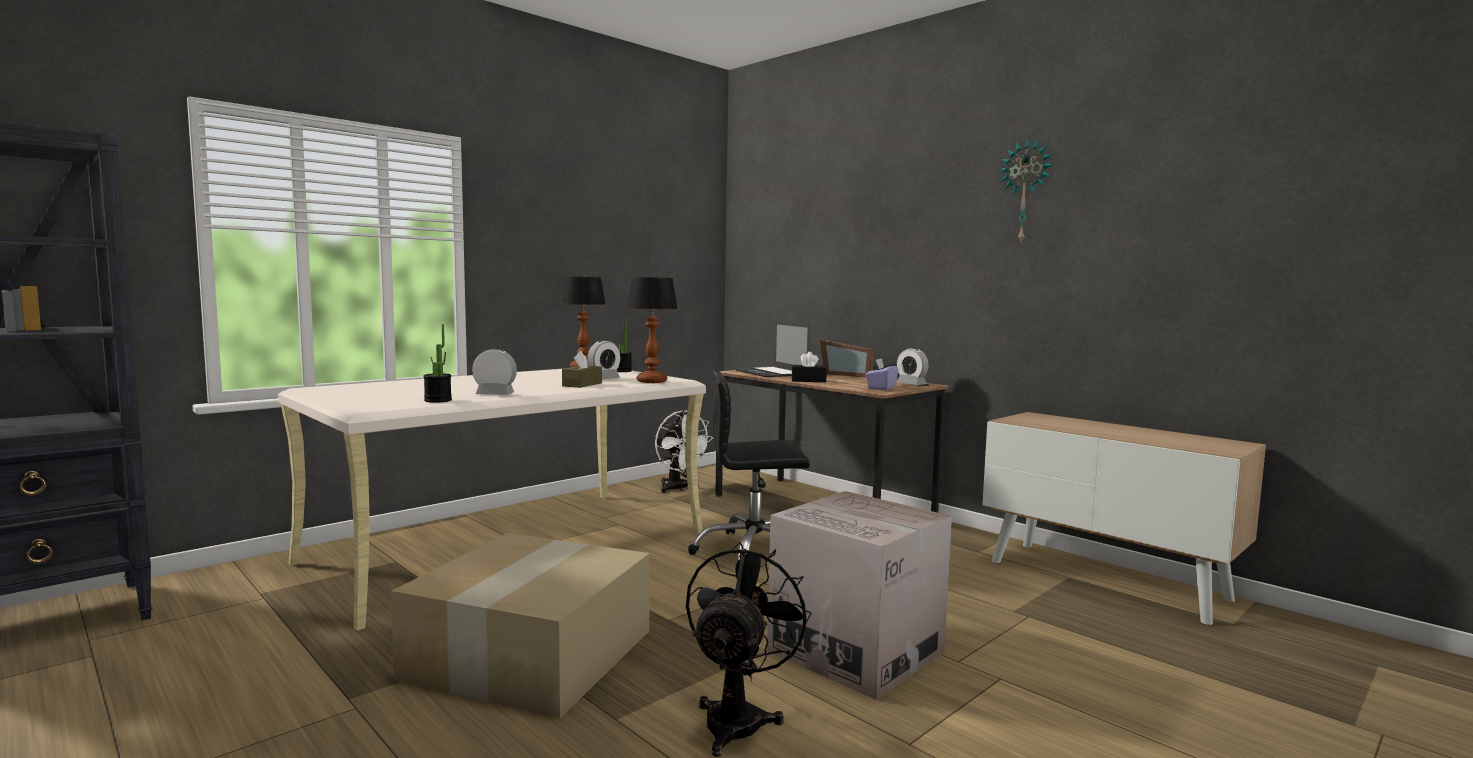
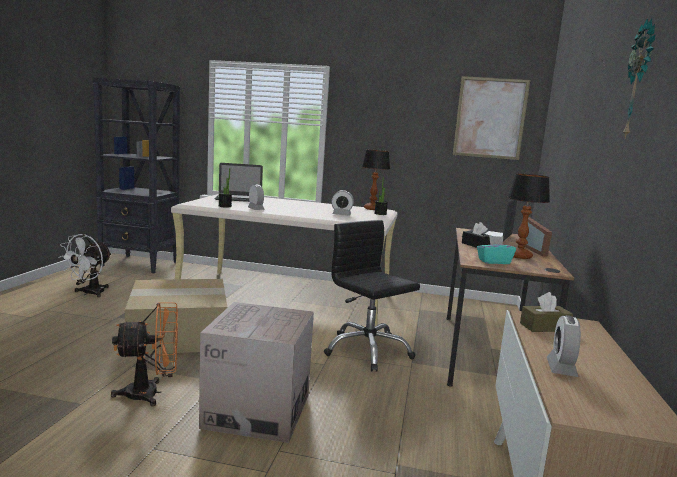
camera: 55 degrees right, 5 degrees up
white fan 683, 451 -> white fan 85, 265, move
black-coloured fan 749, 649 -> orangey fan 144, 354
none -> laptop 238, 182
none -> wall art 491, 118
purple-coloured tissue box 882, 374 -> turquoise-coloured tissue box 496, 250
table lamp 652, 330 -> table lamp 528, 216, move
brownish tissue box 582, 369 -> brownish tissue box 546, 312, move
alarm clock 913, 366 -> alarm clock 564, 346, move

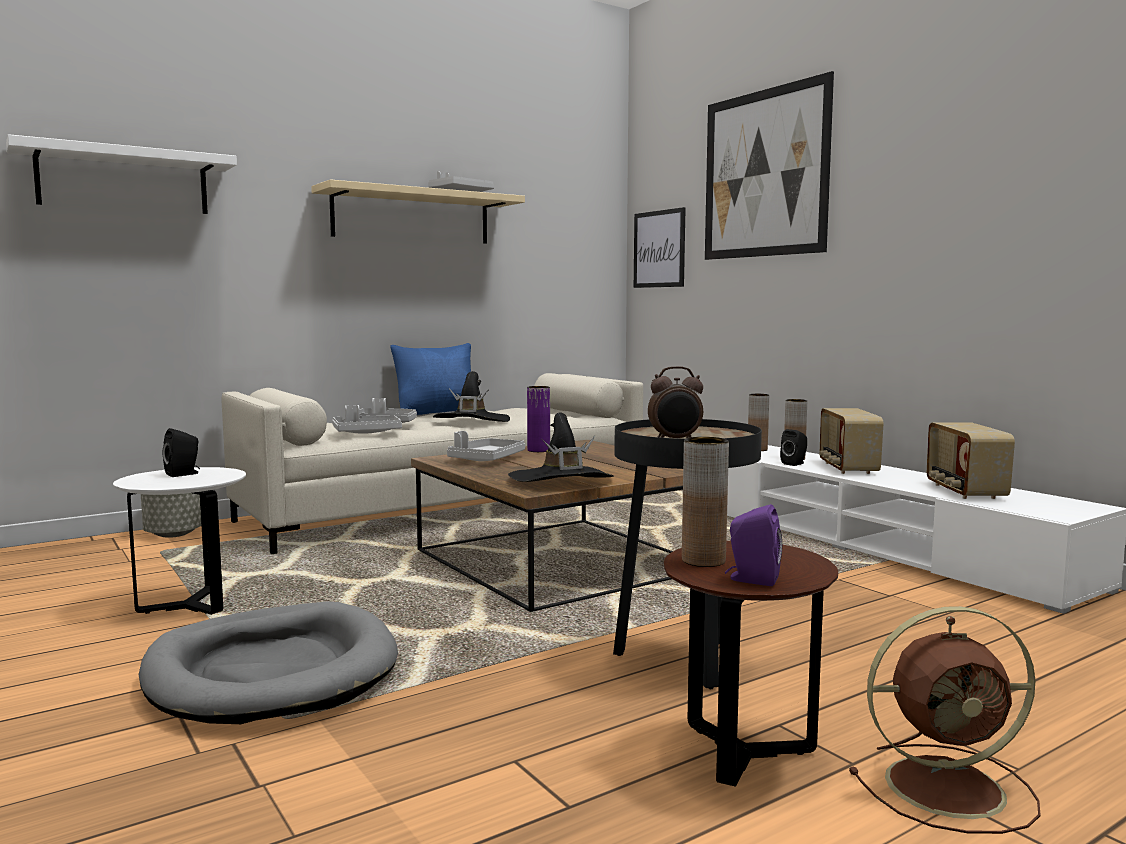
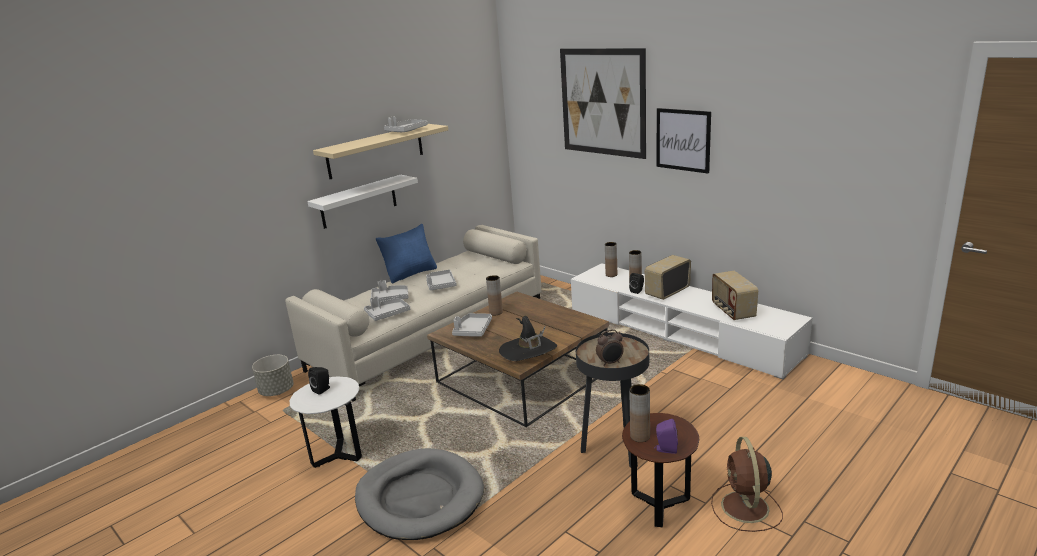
camera: 10 degrees left, 15 degrees up
white shelf 121, 174 -> white shelf 362, 202, move
black-coloured hat 471, 396 -> grey serving tray 441, 279
purple-coloured decorative vase 538, 419 -> brownish decorative vase 494, 295
radio receiver 851, 441 -> radio receiver 668, 277, 60 degrees clockwise
wall art 660, 247 -> wall art 684, 141, move
brownish fan 945, 720 -> brownish fan 747, 484, 105 degrees clockwise

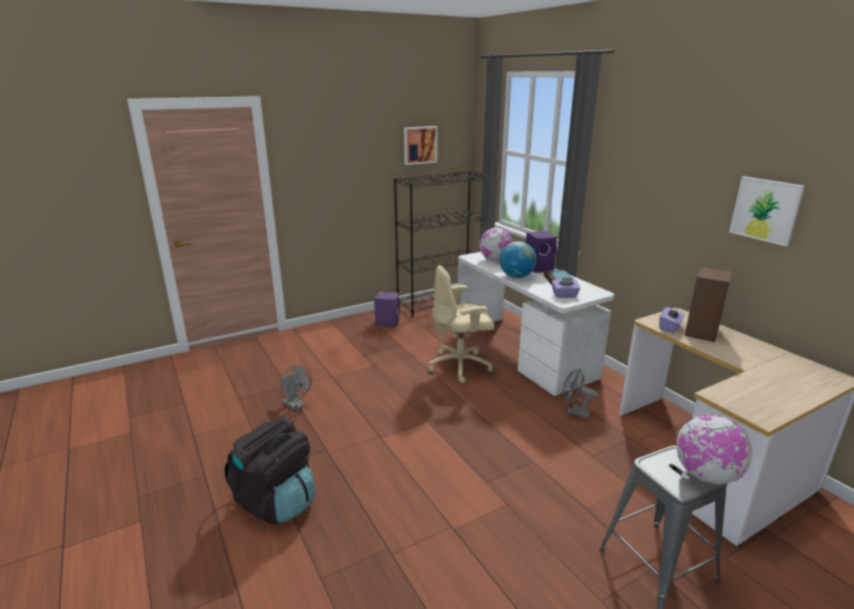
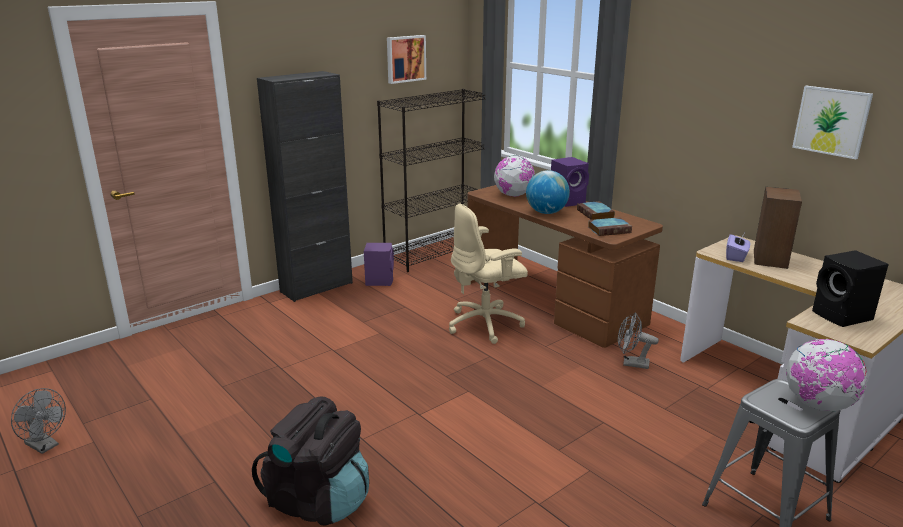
camera: 10 degrees left, 0 degrees up
grey fan 296, 388 -> grey fan 38, 421, move
none -> black-coloured cabinet 305, 186
white desk unit 536, 324 -> brownish desk unit 565, 266
purple-coloured tissue box 566, 287 -> volume 610, 226
none -> black-coloured audio speaker 850, 288

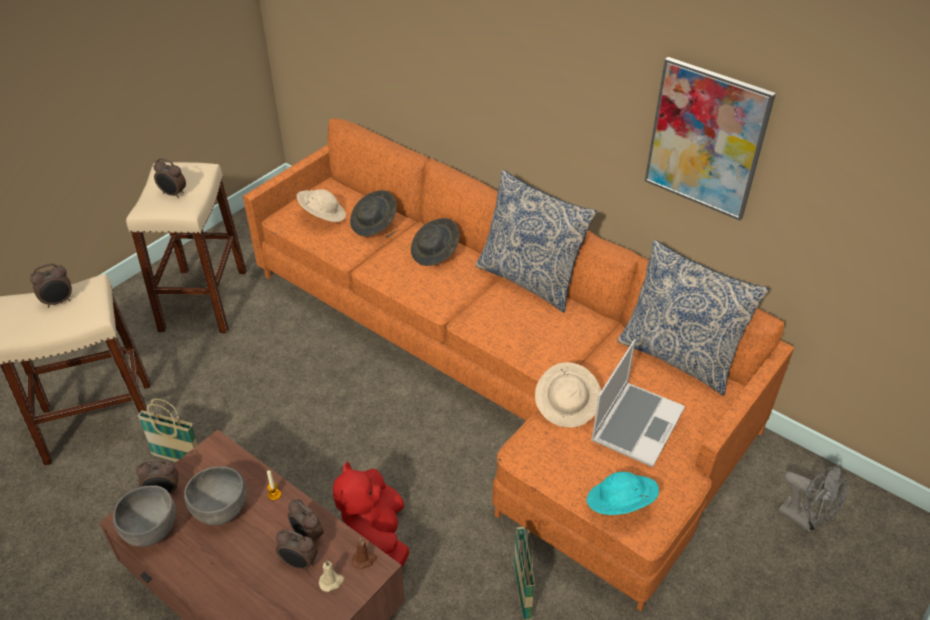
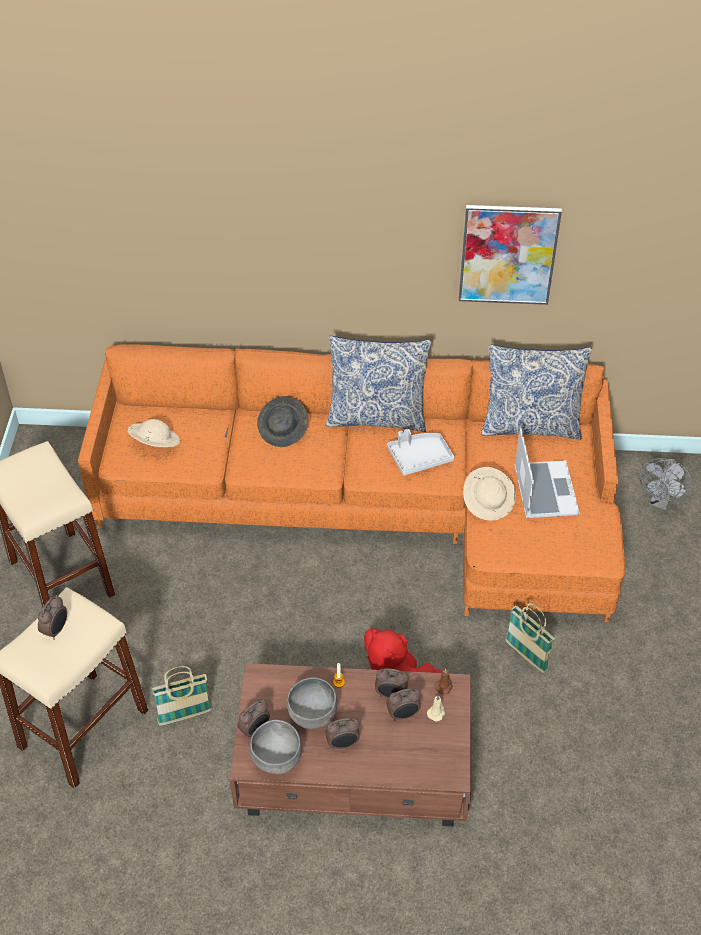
camera: 35 degrees left, 5 degrees up
alarm clock 169, 178 -> alarm clock 342, 734, move
none -> grey serving tray 420, 452
grey fan 813, 499 -> grey fan 666, 484, 105 degrees clockwise
grey hat 373, 213 -> none
turquoise-coloured hat 623, 493 -> none

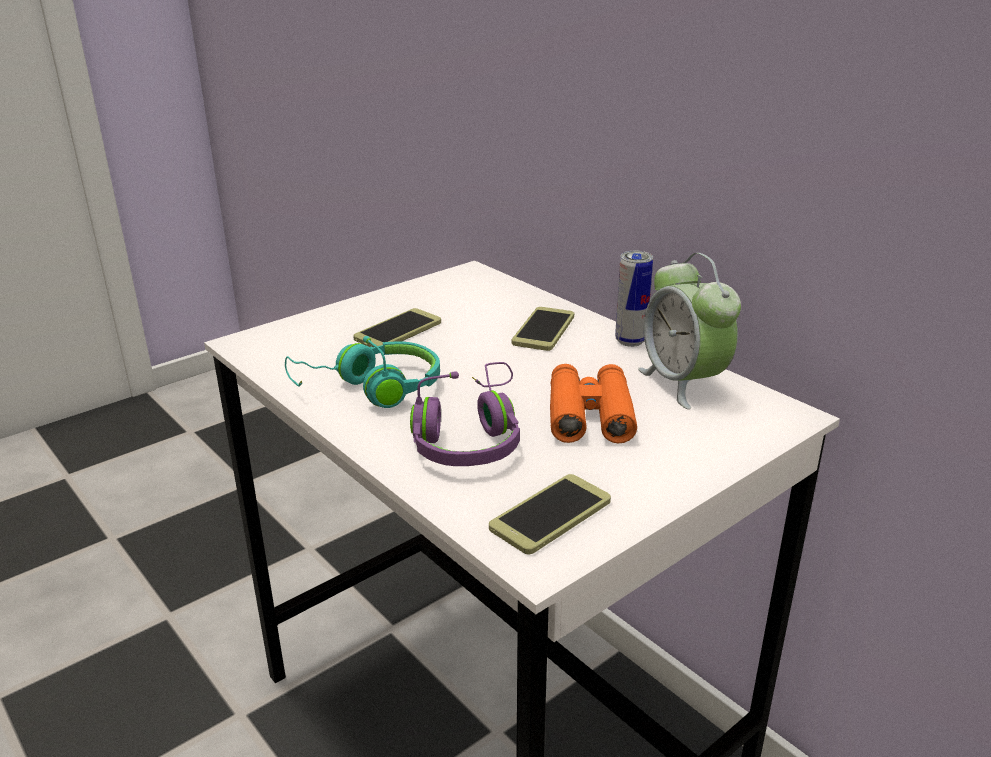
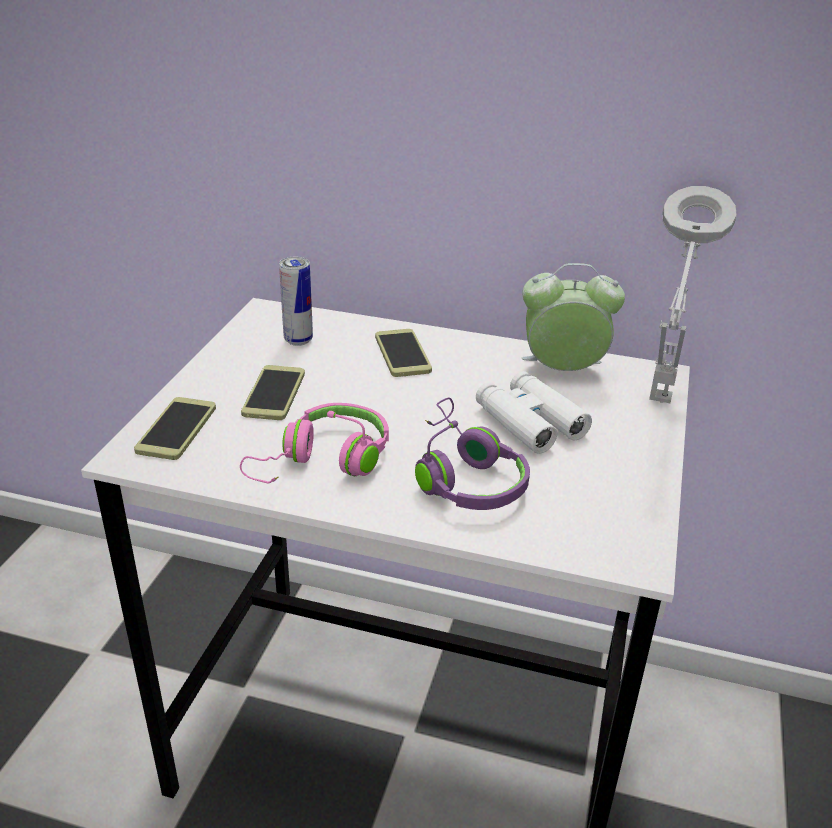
camera: 35 degrees left, 5 degrees up
handset 550, 514 -> handset 175, 428, move
turquoise-coloured headset 362, 372 -> pink-coloured headset 314, 443
sealed can 634, 299 -> sealed can 296, 301, move
orangey pair of binoculars 593, 404 -> white pair of binoculars 534, 412
alarm clock 689, 331 -> alarm clock 573, 317, 150 degrees clockwise
none -> grey table lamp 693, 294

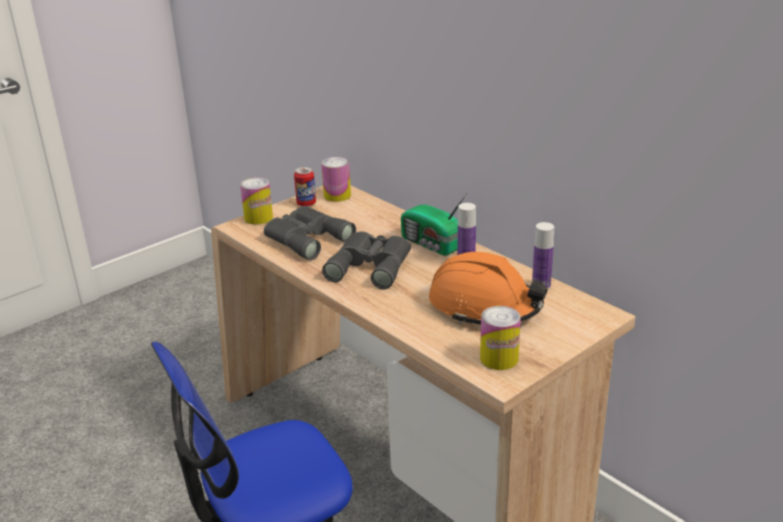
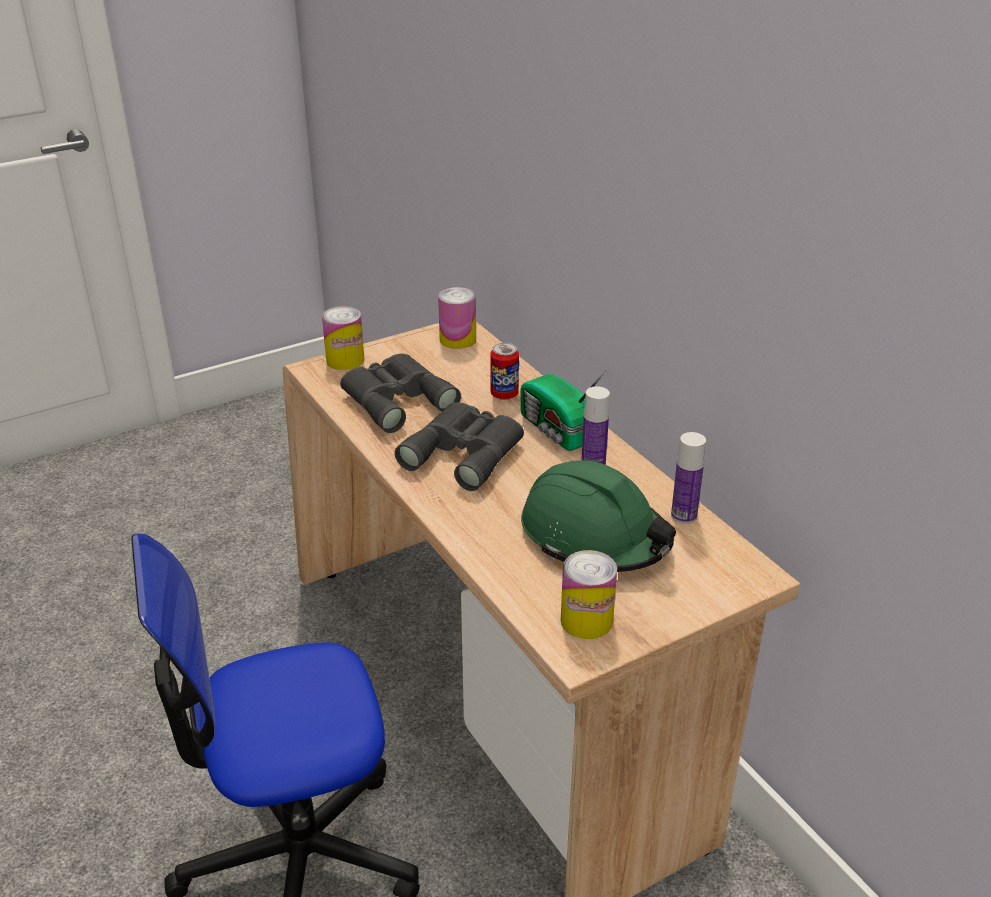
camera: 10 degrees right, 5 degrees up
sealed can 305, 187 -> sealed can 504, 371, move
orangey work helmet 488, 288 -> green work helmet 598, 516

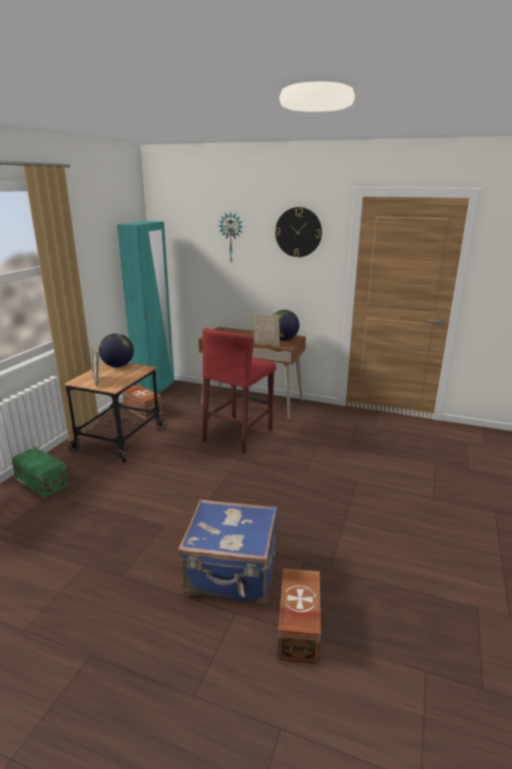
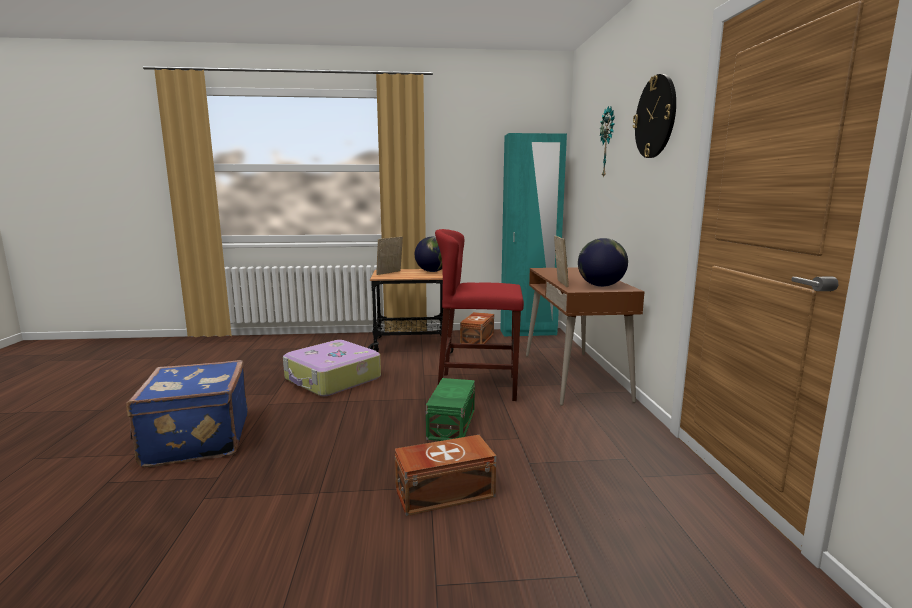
camera: 65 degrees right, 10 degrees down
none -> travel case 332, 368
brownish storage container 299, 616 -> brownish storage container 445, 475, move
green storage container 39, 472 -> green storage container 450, 409, move

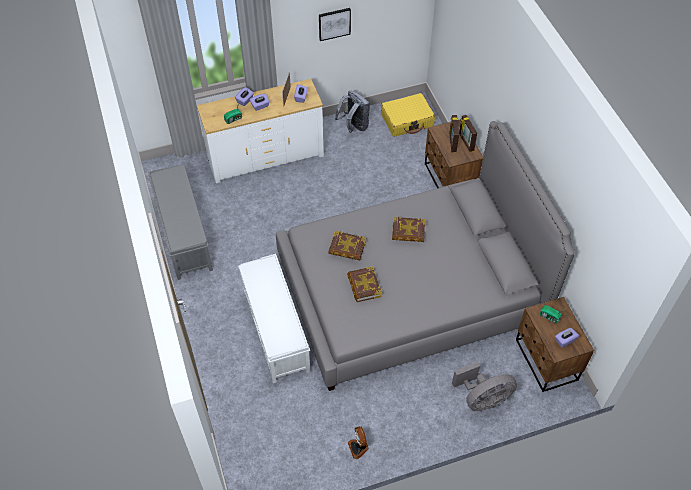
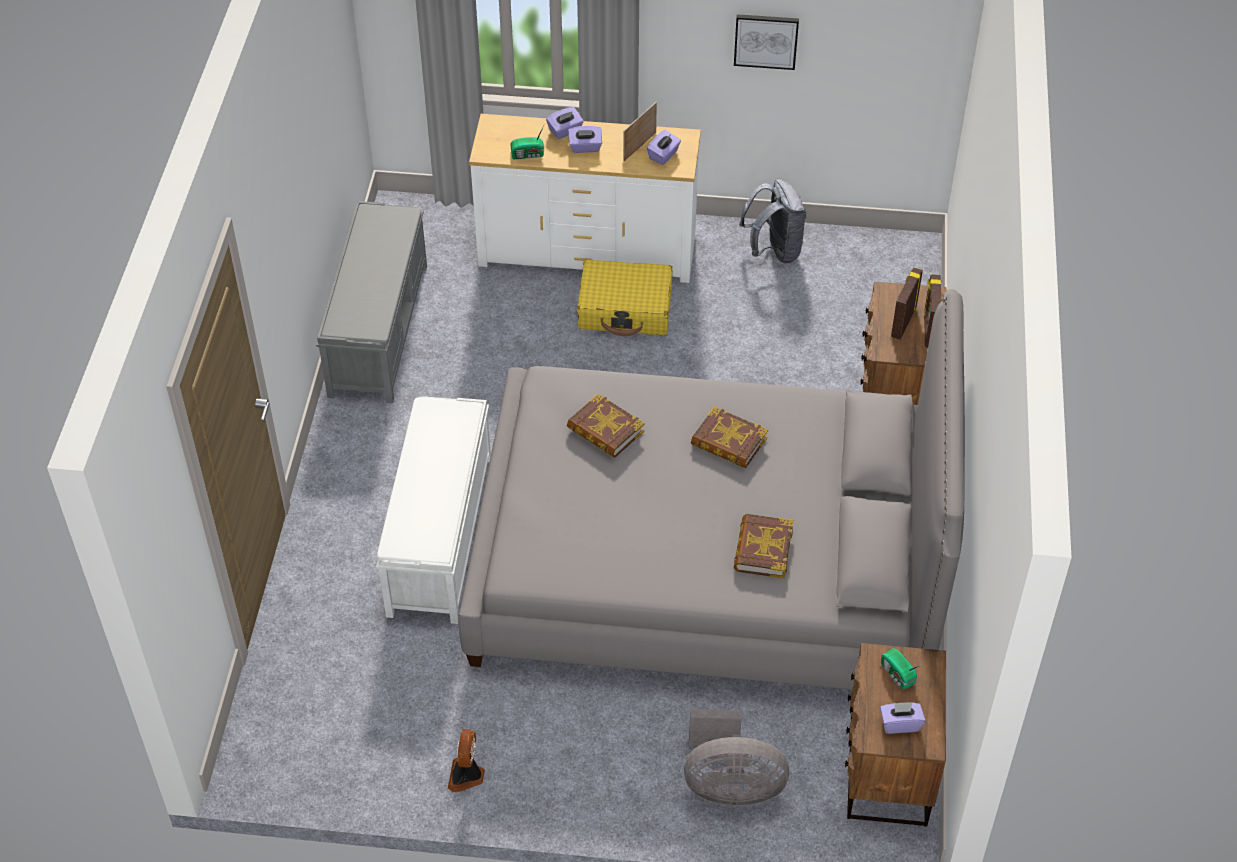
camera: 25 degrees right, 5 degrees down
yellow travel case 408, 115 -> yellow travel case 625, 297, move
volume 364, 284 -> volume 763, 546, move

